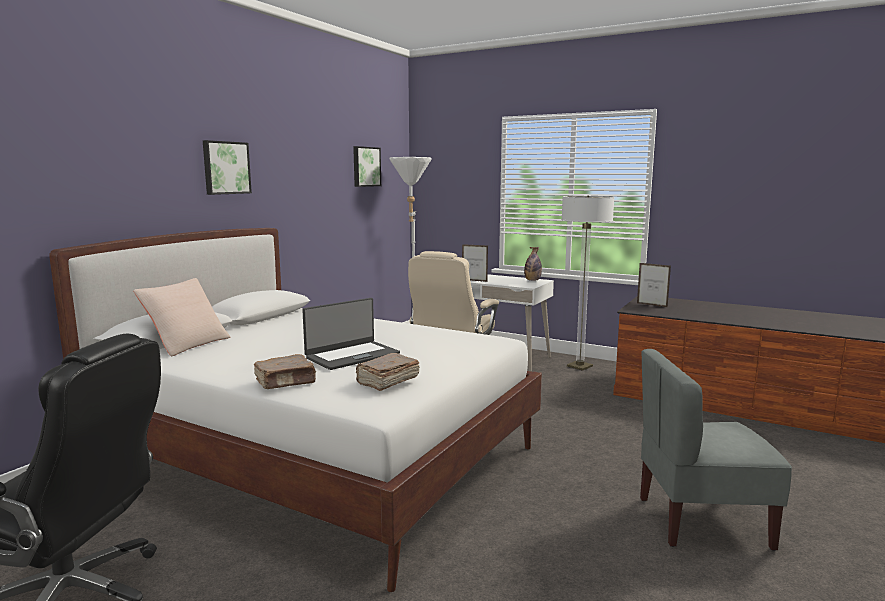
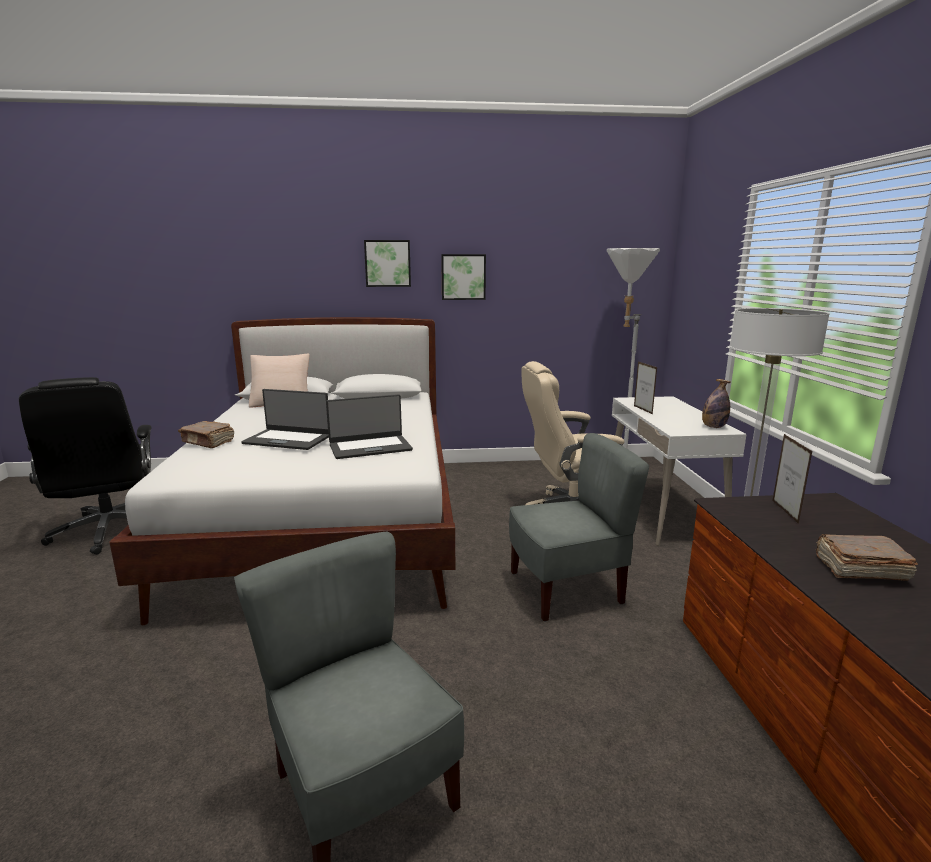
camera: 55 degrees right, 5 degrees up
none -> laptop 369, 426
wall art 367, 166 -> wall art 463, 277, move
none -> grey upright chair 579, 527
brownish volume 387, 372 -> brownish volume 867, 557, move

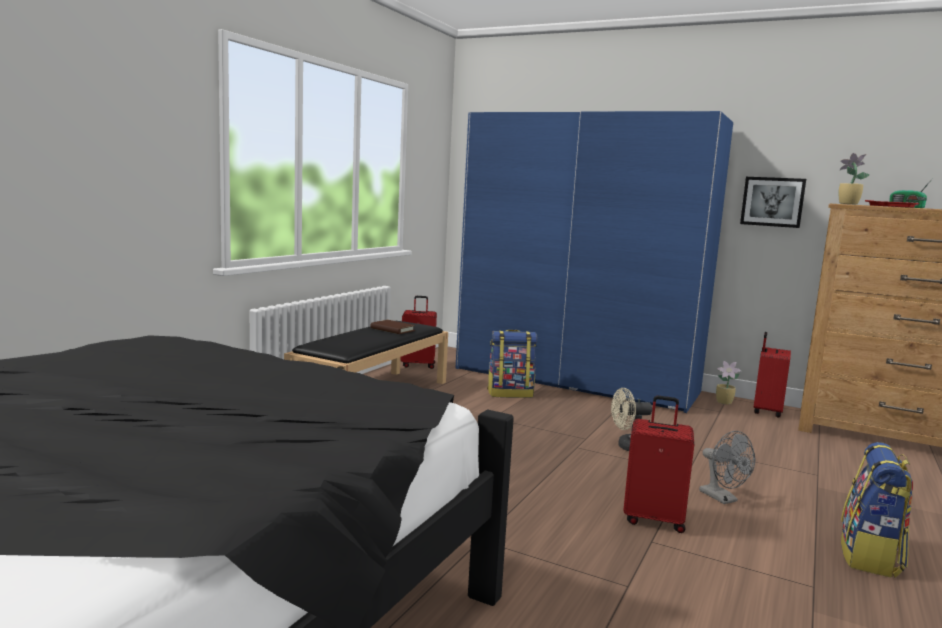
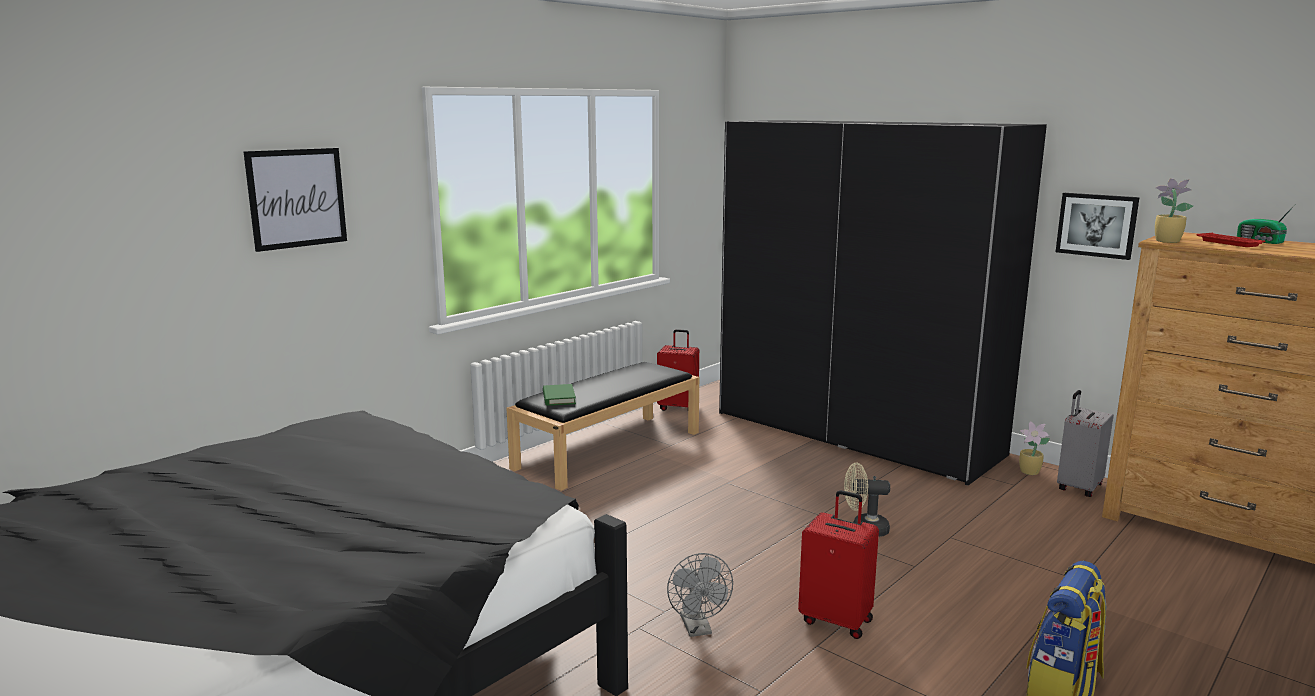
camera: 15 degrees right, 5 degrees up
none -> wall art 295, 200
none -> green volume 559, 395
grey fan 727, 467 -> grey fan 700, 595, move
blue-coloured clothes cupboard 594, 262 -> black-coloured clothes cupboard 883, 302
reddish travel case 772, 375 -> grey travel case 1085, 443
brownish volume 393, 327 -> none
knapsack 512, 364 -> none

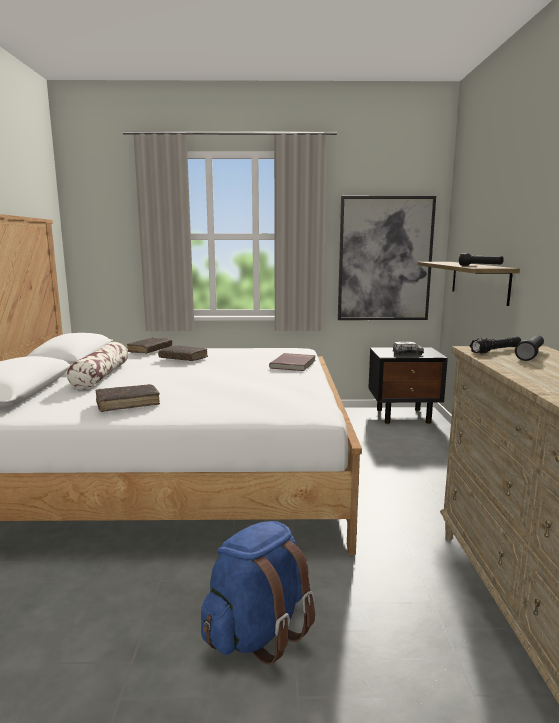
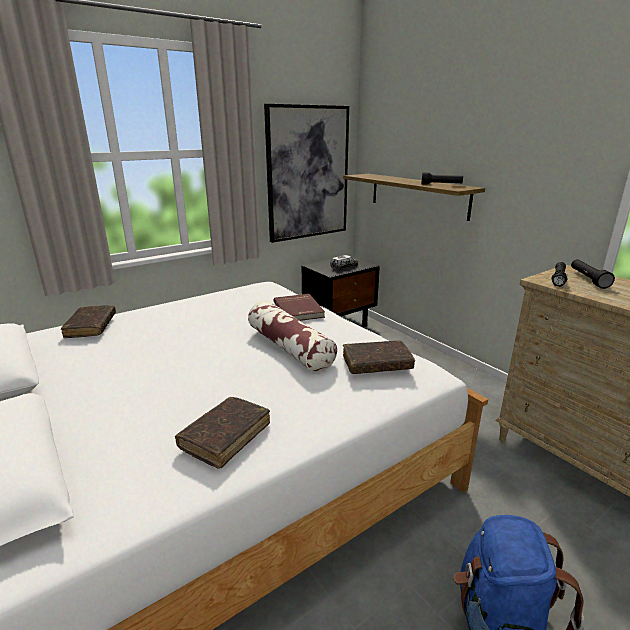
camera: 35 degrees left, 10 degrees up
pillow 97, 366 -> pillow 292, 336, move
brownish volume 183, 353 -> brownish volume 379, 357, move

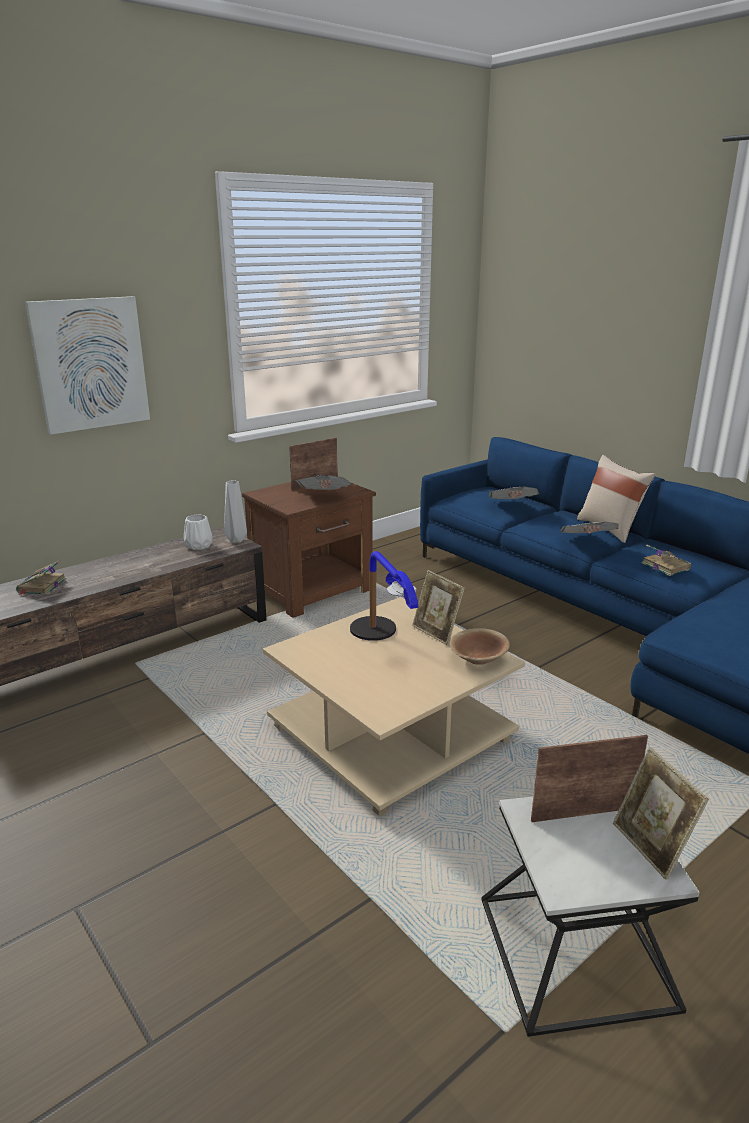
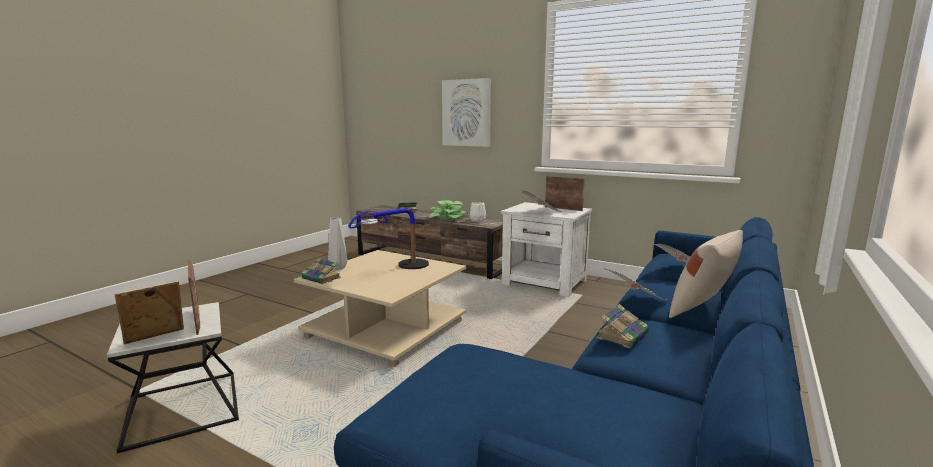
camera: 70 degrees right, 10 degrees down
none -> volume 321, 271
grey decorative vase 235, 511 -> grey decorative vase 337, 243, move
none -> houseplant 449, 210
brownish night table 309, 550 -> white night table 546, 249
photo frame 438, 607 -> none
brownish bowl 480, 646 -> none

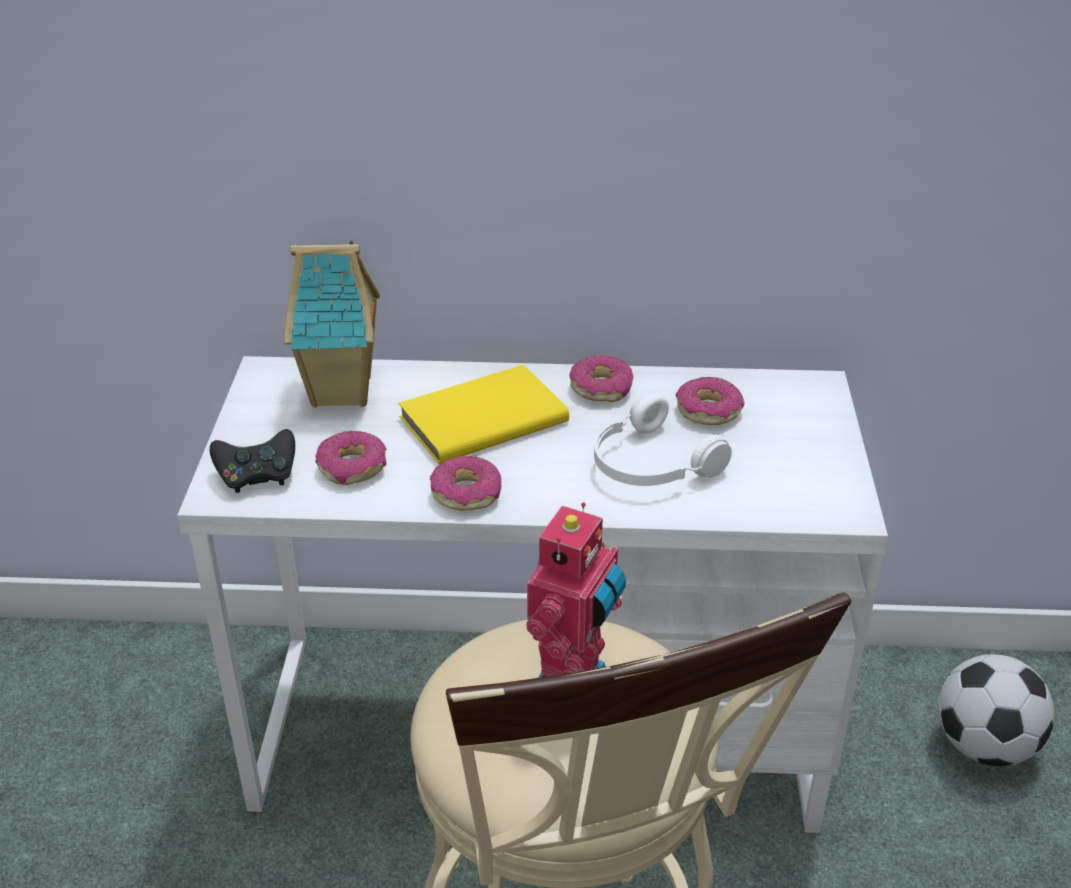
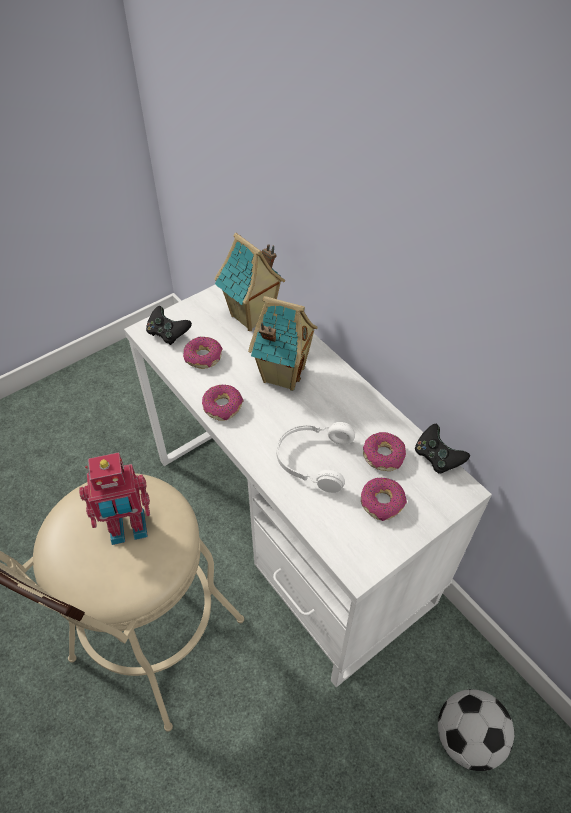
camera: 50 degrees right, 15 degrees up
yellow volume 483, 414 -> miniature house 283, 343
doughnut 601, 378 -> doughnut 384, 499, move
none -> black-coloured gamepad 442, 449

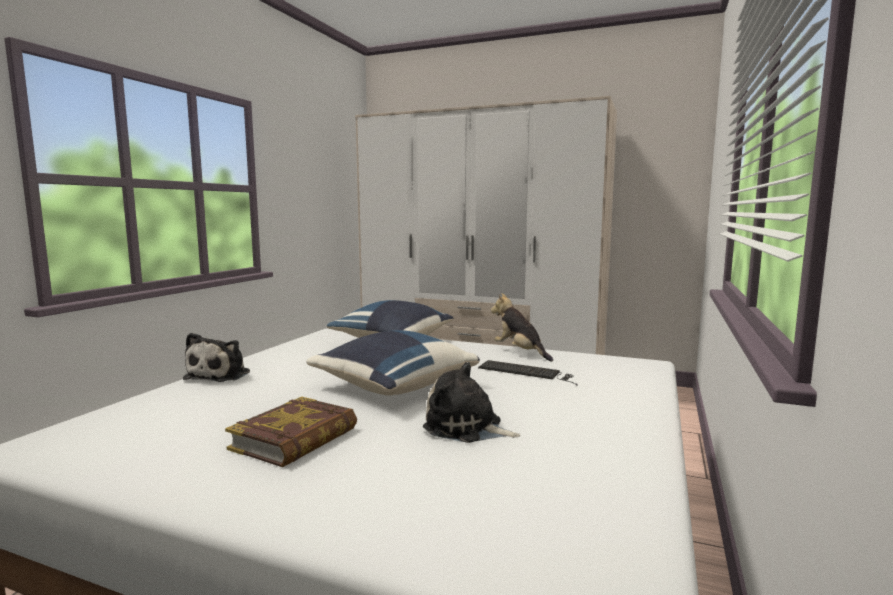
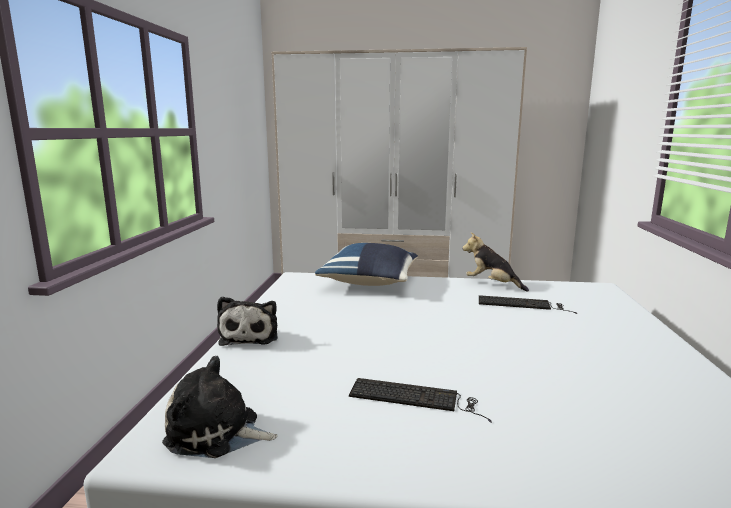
camera: 15 degrees left, 5 degrees up
plush toy 471, 402 -> plush toy 220, 407, move
volume 291, 432 -> computer keyboard 420, 400
blue-coloured pillow 393, 363 -> none

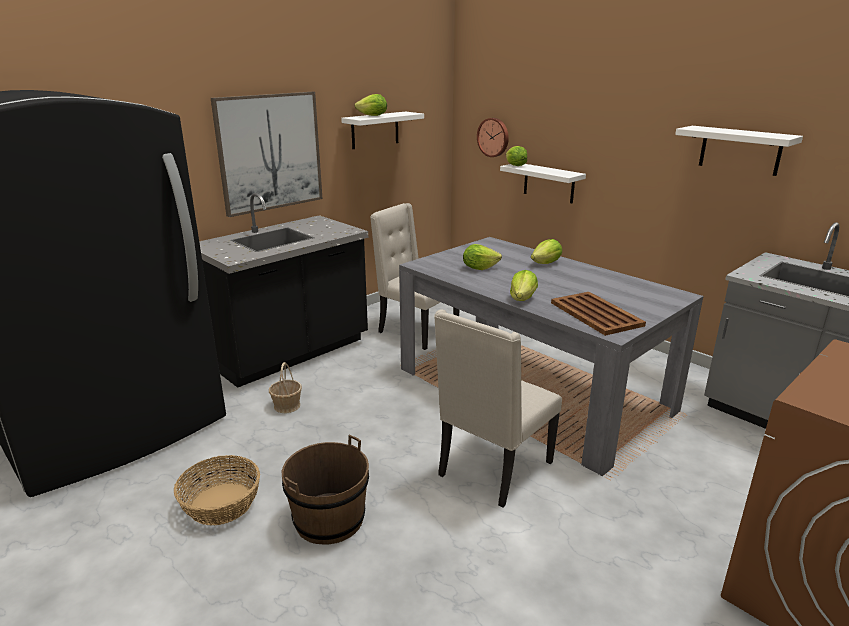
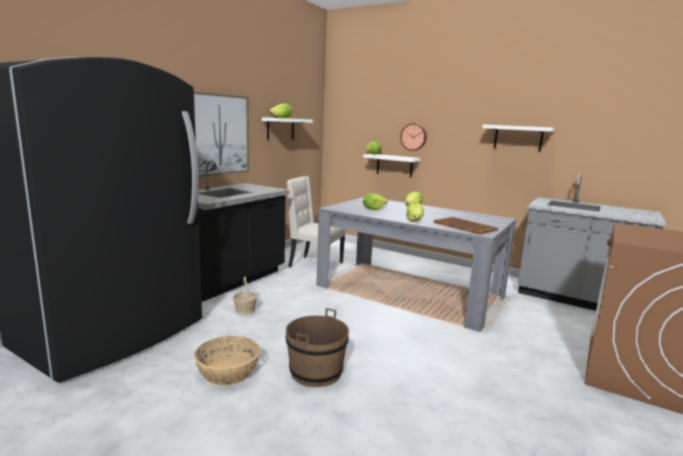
camera: 15 degrees left, 10 degrees down
clock on the wall 493, 137 -> clock on the wall 413, 137, move
beige-coloured upright chair 498, 408 -> none

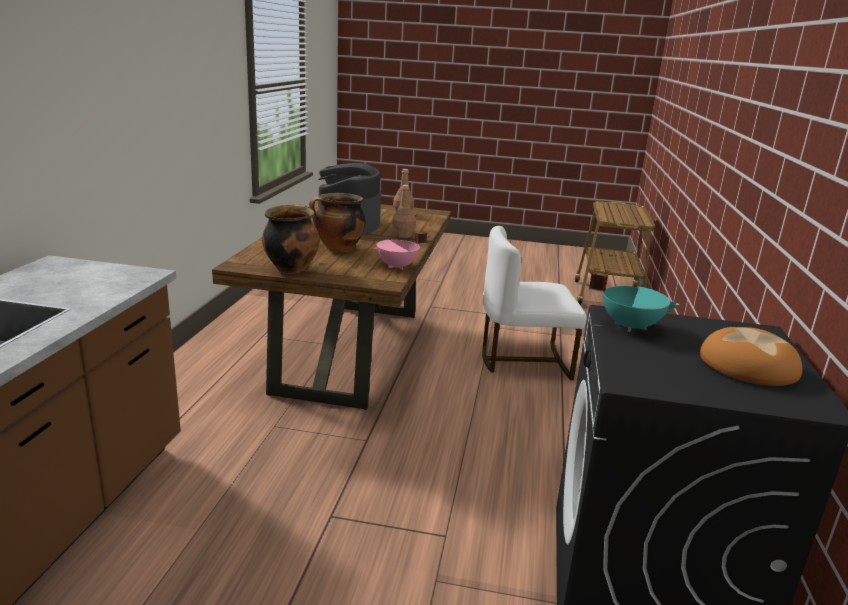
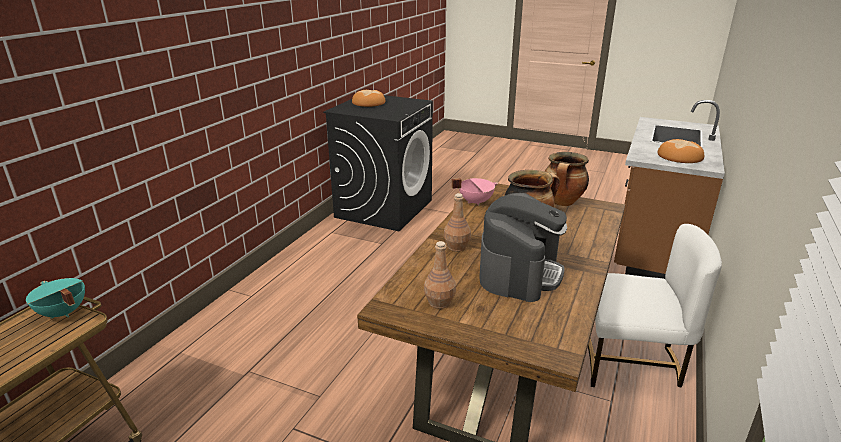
camera: 165 degrees left, 5 degrees up
turquoise-coloured saucepot 634, 302 -> turquoise-coloured saucepot 55, 298, move
white upright chair 534, 303 -> white upright chair 655, 305, move
none -> bread 680, 151

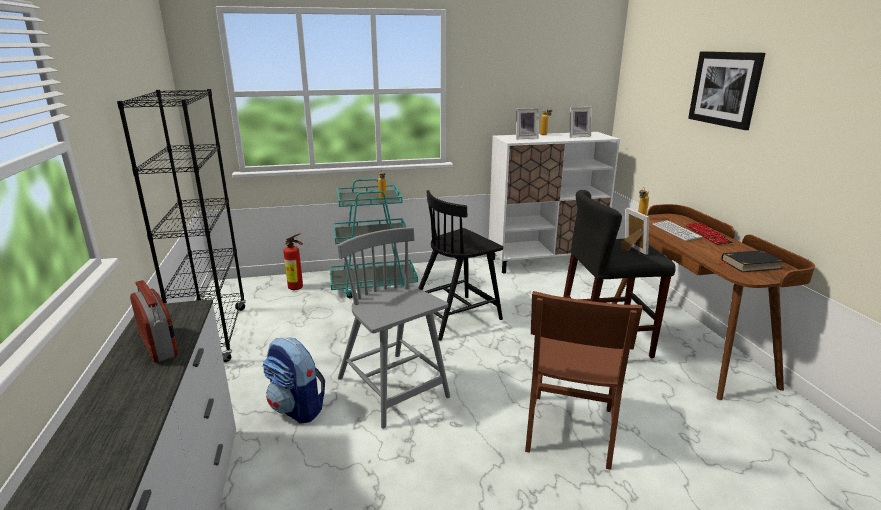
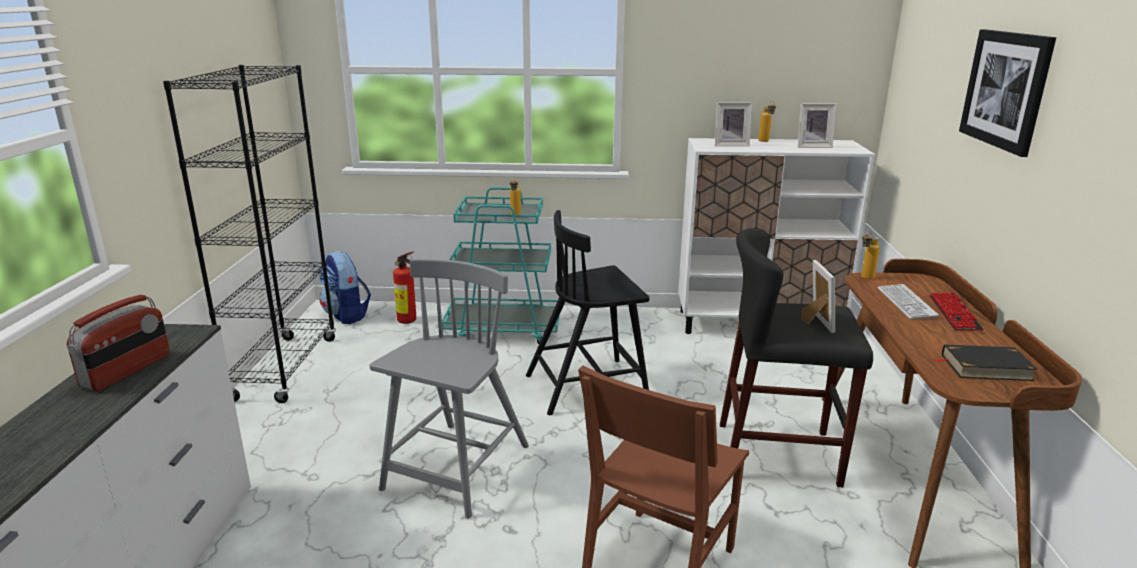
camera: 15 degrees right, 0 degrees up
radio receiver 154, 321 -> radio receiver 118, 343, 45 degrees clockwise
knapsack 294, 380 -> knapsack 345, 287, move
grey upright chair 394, 328 -> grey upright chair 449, 389, 45 degrees clockwise

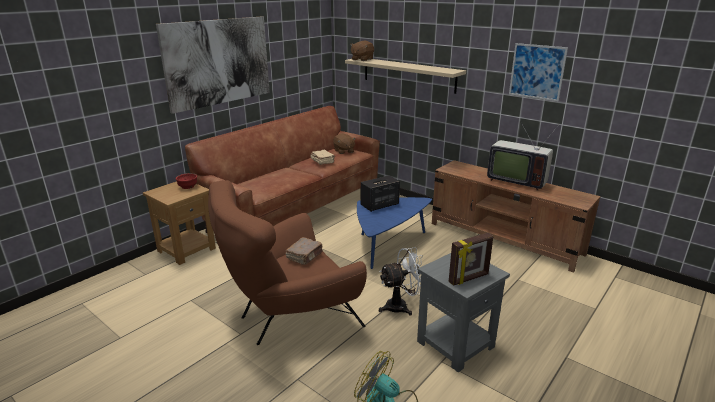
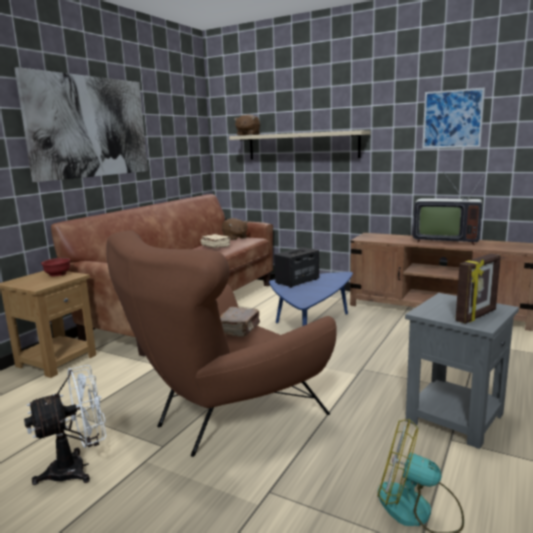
camera: 10 degrees left, 10 degrees down
white fan 401, 281 -> white fan 65, 425, move

